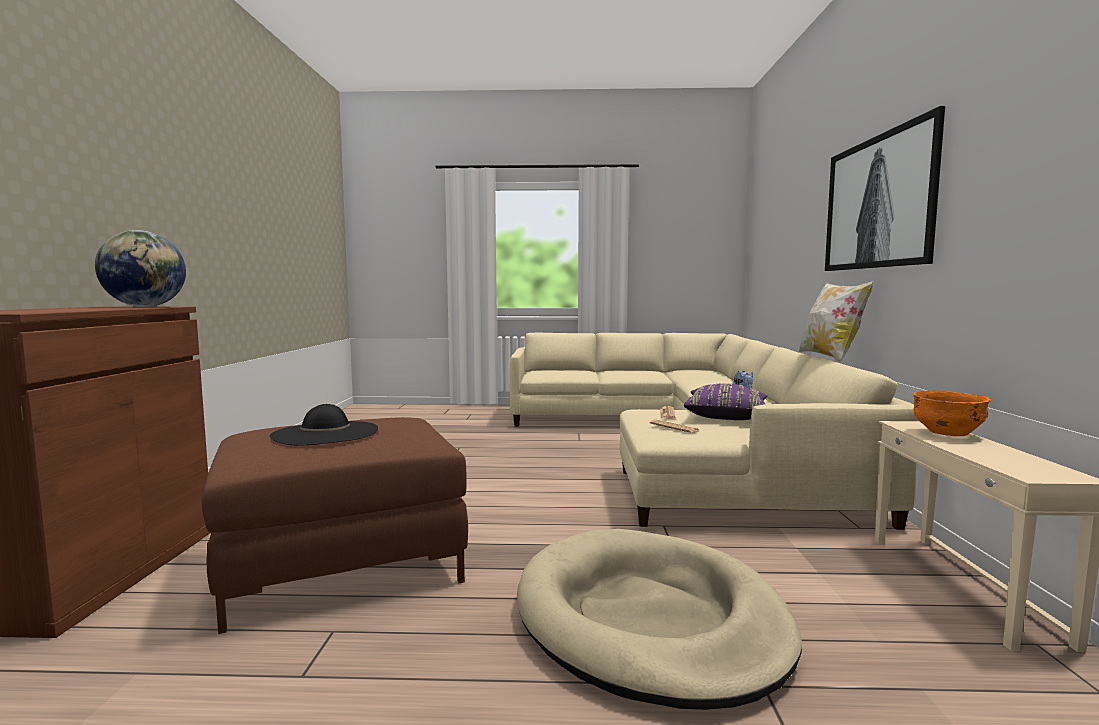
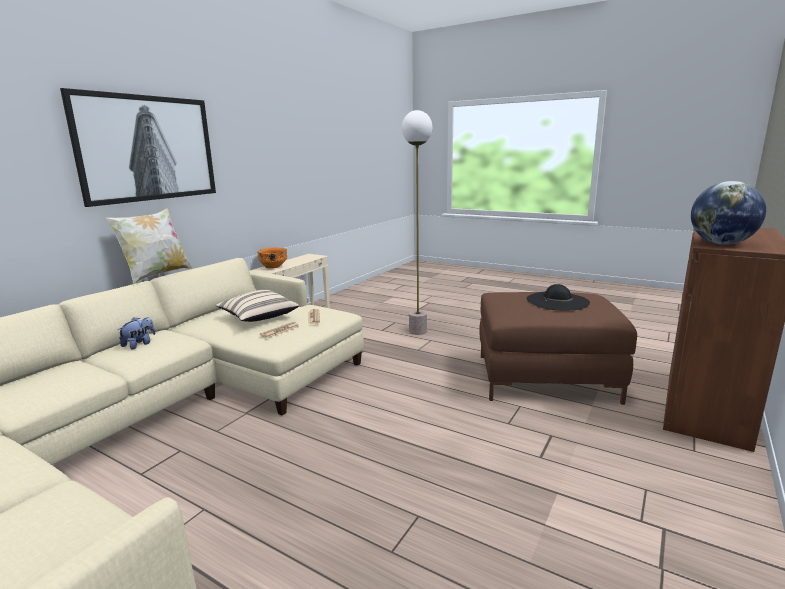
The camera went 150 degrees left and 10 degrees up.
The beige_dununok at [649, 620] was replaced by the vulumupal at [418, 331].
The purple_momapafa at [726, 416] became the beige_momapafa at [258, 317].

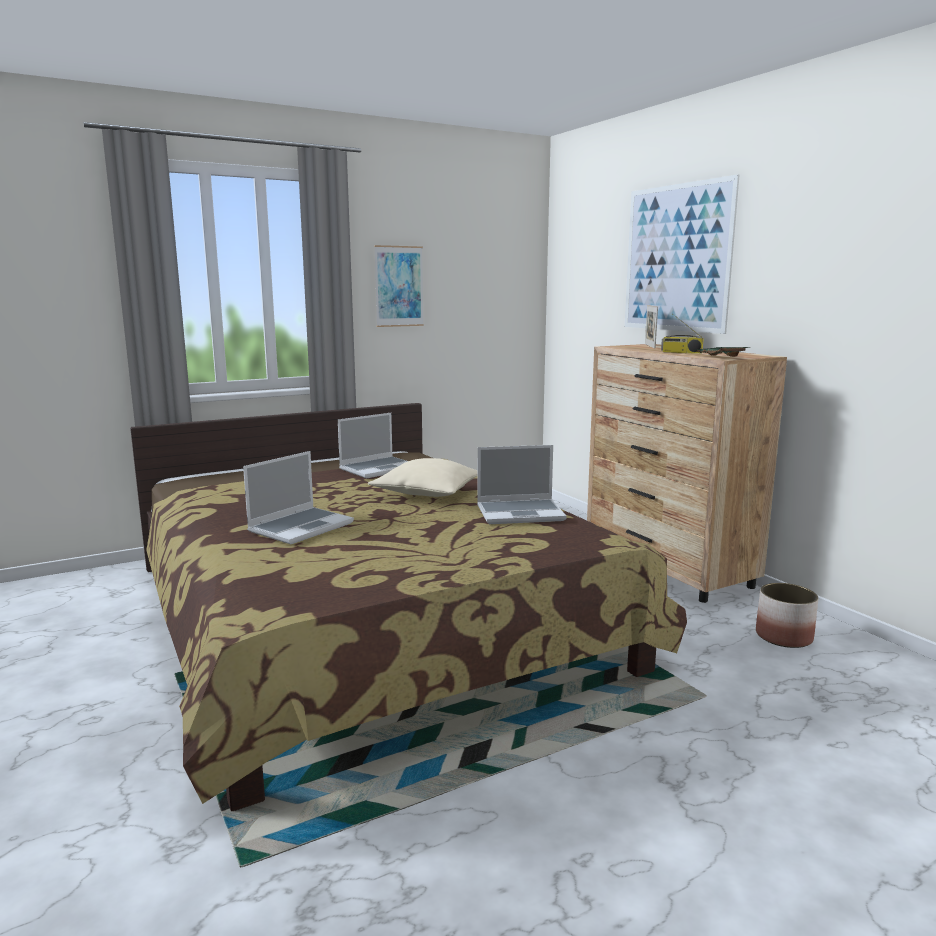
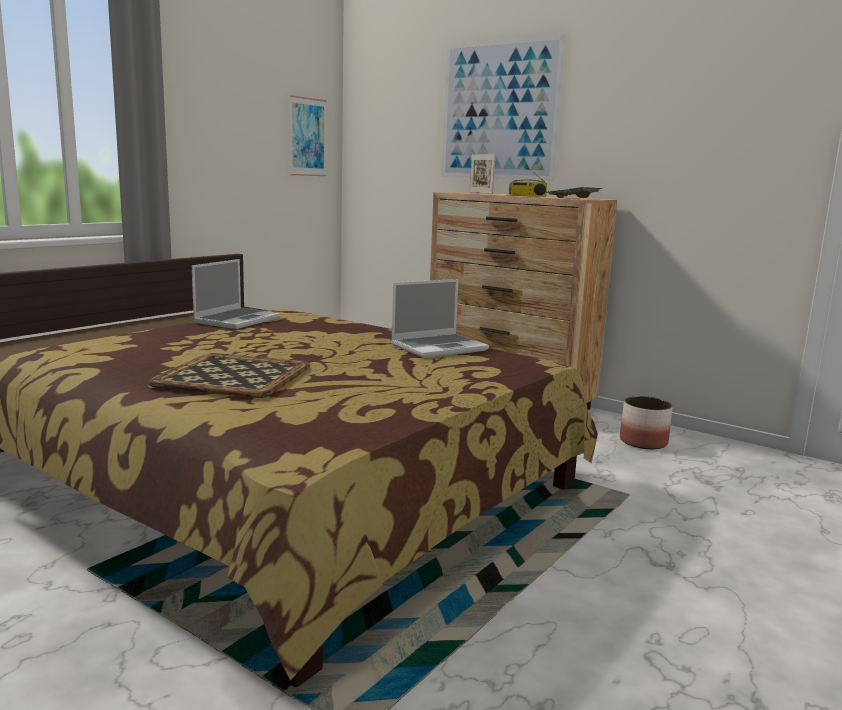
The camera went 25 degrees left and 0 degrees up.
The beige_momapafa at [427, 493] disappeared.
The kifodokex moved from [399, 286] to [307, 137].
The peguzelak at [301, 527] was replaced by the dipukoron at [233, 375].

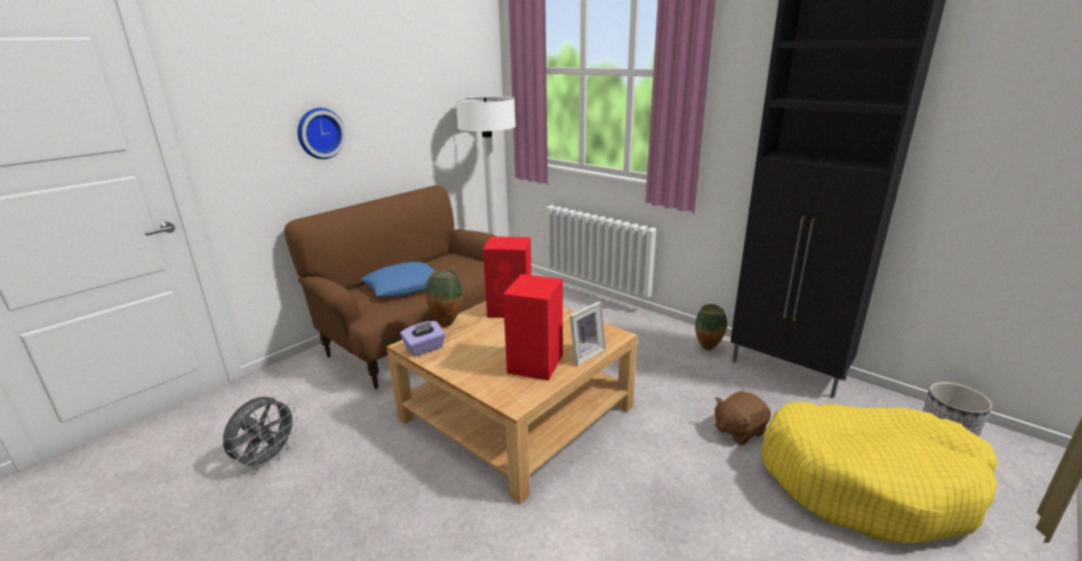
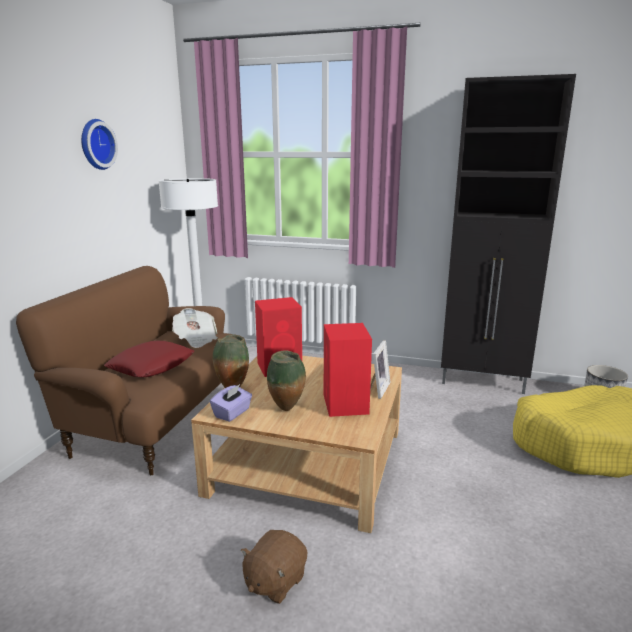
The camera went 25 degrees left and 5 degrees down.
The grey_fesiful at [267, 459] disappeared.
The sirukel at [196, 339] appeared.
The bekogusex moved from [319, 133] to [95, 144].
The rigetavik moved from [708, 349] to [287, 409].
The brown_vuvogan moved from [738, 430] to [274, 581].
The blue_momapafa at [404, 286] became the red_momapafa at [151, 365].

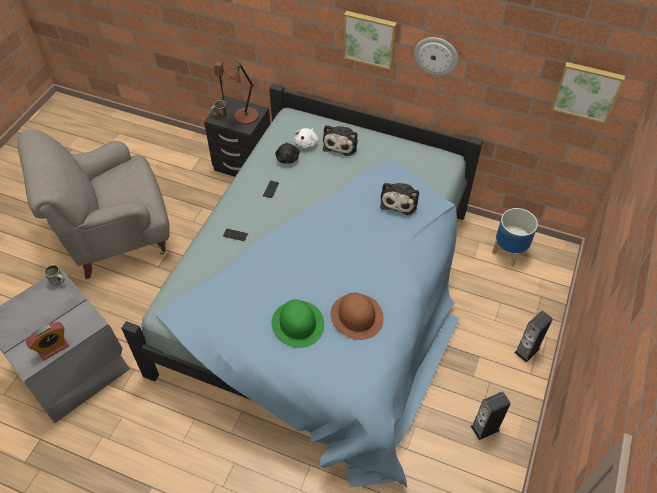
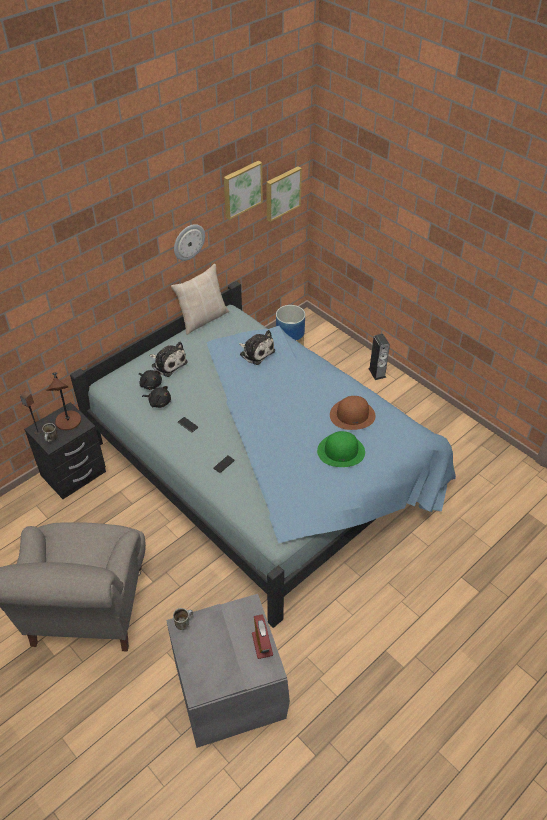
The camera went 65 degrees left and 5 degrees down.
The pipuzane at [485, 428] disappeared.
The beige_momapafa at [203, 319] appeared.
The kifodokex moved from [370, 39] to [241, 189].
The white_vuvogan at [307, 143] became the black_vuvogan at [150, 384].

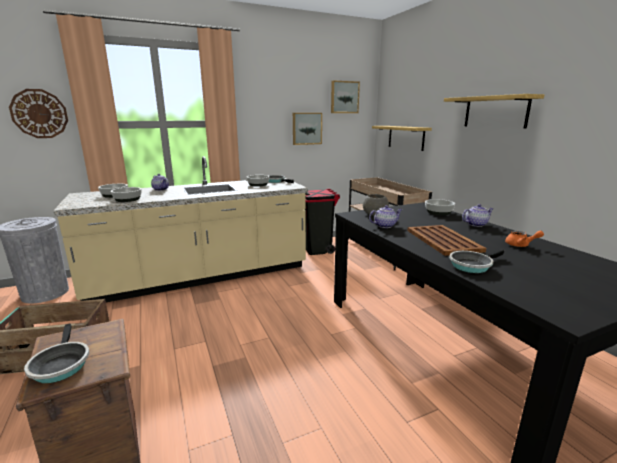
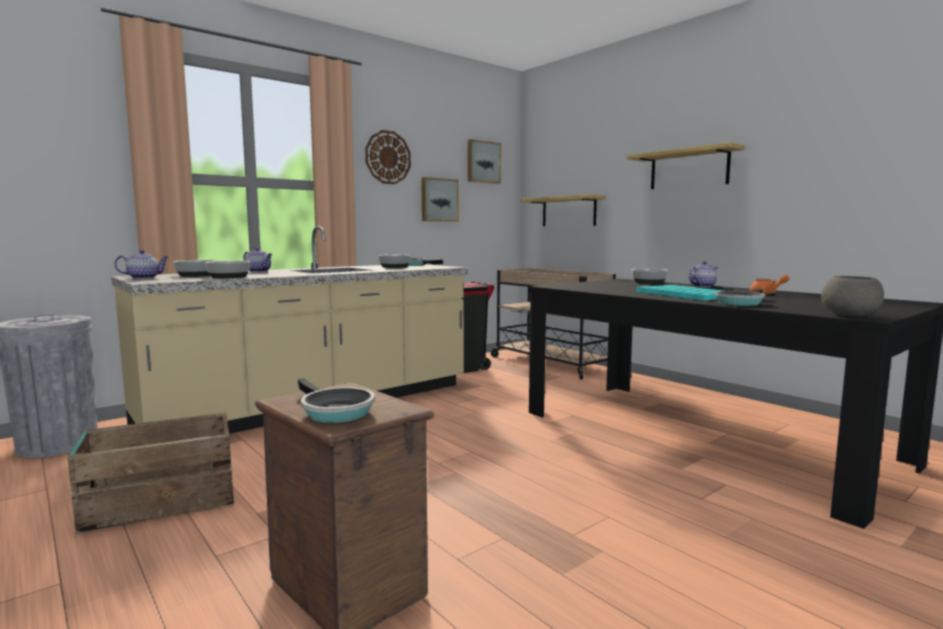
The camera went 15 degrees left and 10 degrees down.
The bekogusex moved from [39, 114] to [388, 157].
The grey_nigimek moved from [374, 214] to [850, 315].
The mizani moved from [384, 225] to [144, 278].
The brown_dipukoron at [443, 240] became the turquoise_dipukoron at [685, 294].

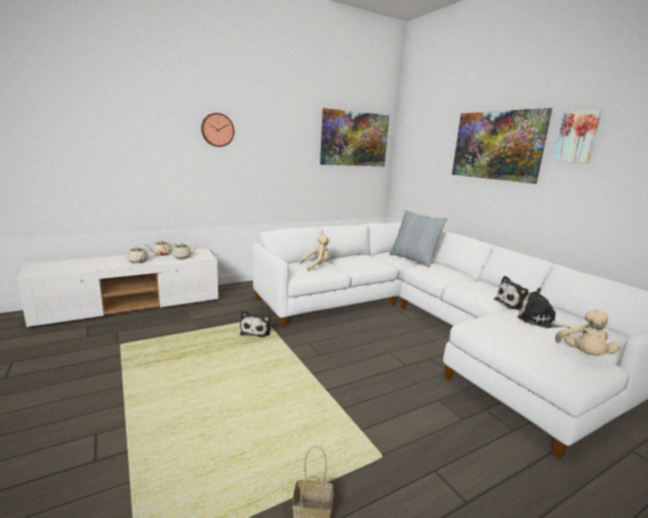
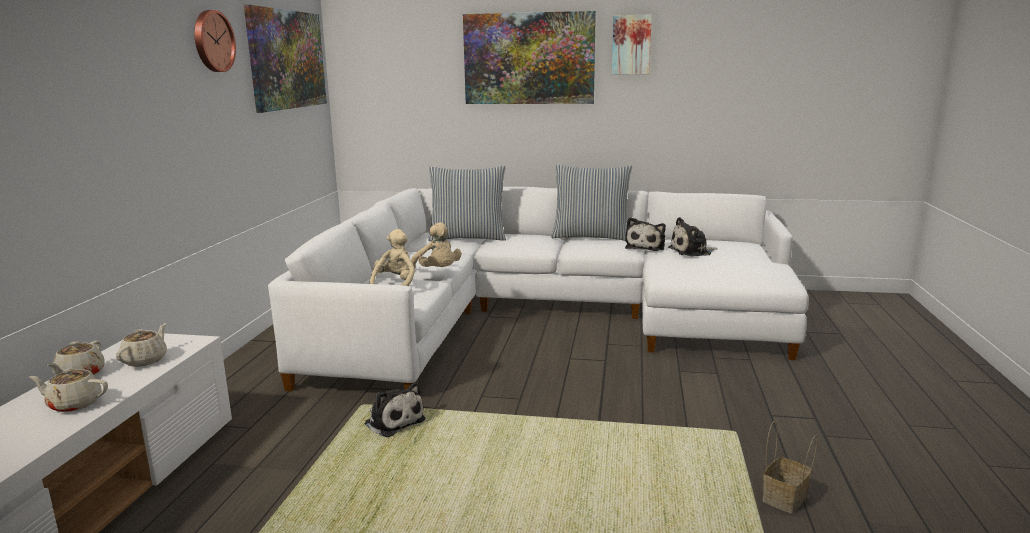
The camera went 50 degrees left and 0 degrees up.
The momapafa at [590, 237] appeared.
The bekogusex moved from [217, 130] to [212, 41].
The beige_vuvogan moved from [583, 355] to [438, 271].

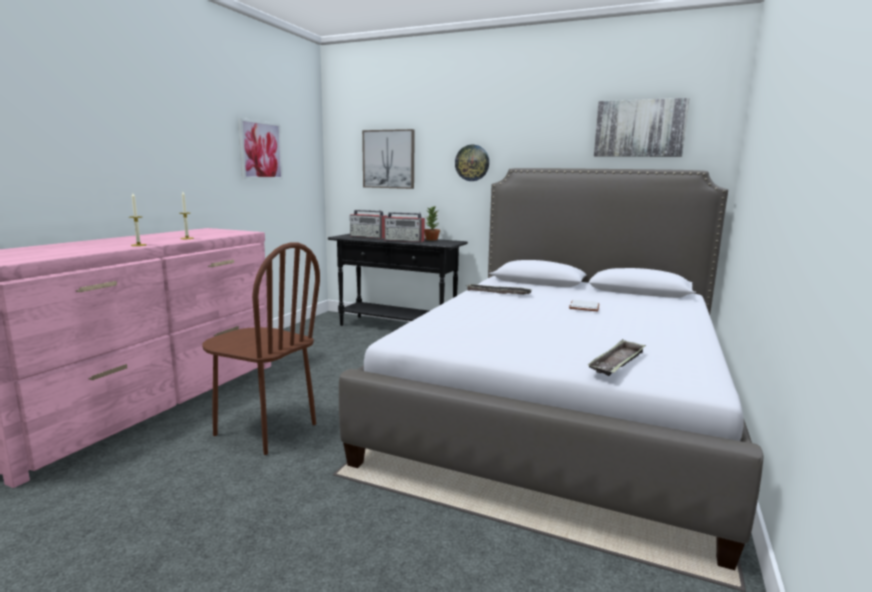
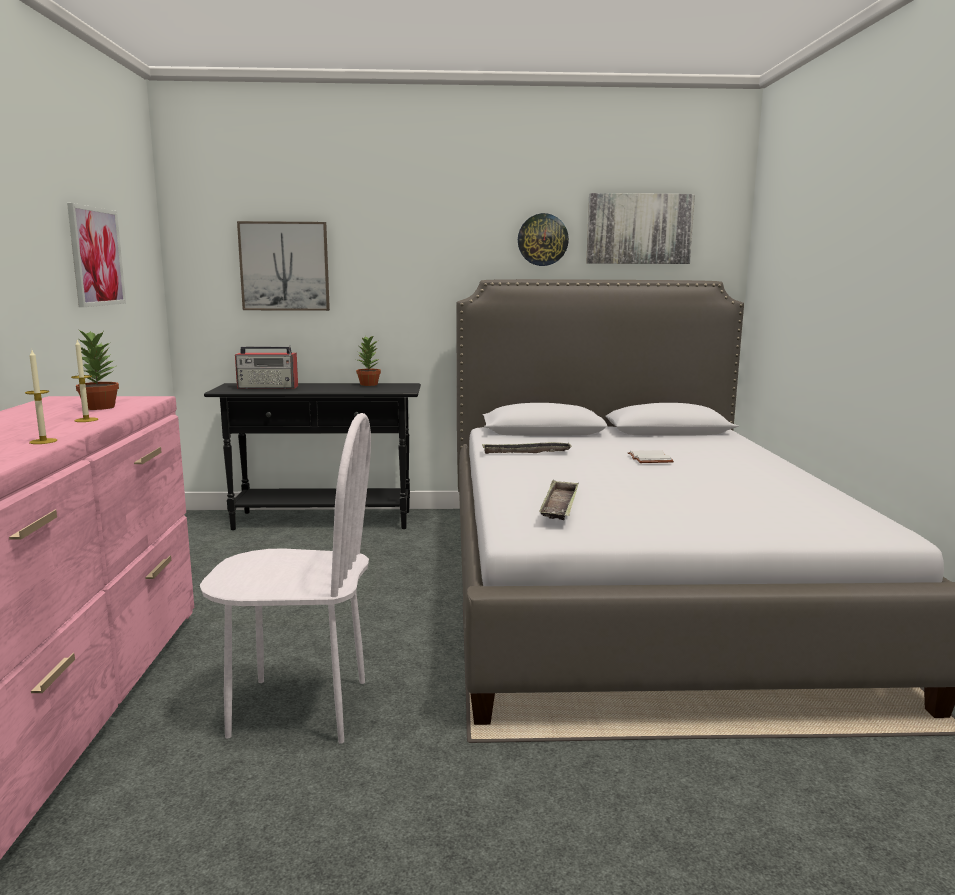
The camera went 25 degrees left and 0 degrees up.
The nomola at [404, 240] disappeared.
The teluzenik at [99, 407] appeared.
The bekogusex moved from [472, 163] to [542, 240].
The dipukoron moved from [617, 363] to [560, 506].
The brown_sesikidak at [265, 430] became the white_sesikidak at [299, 708].

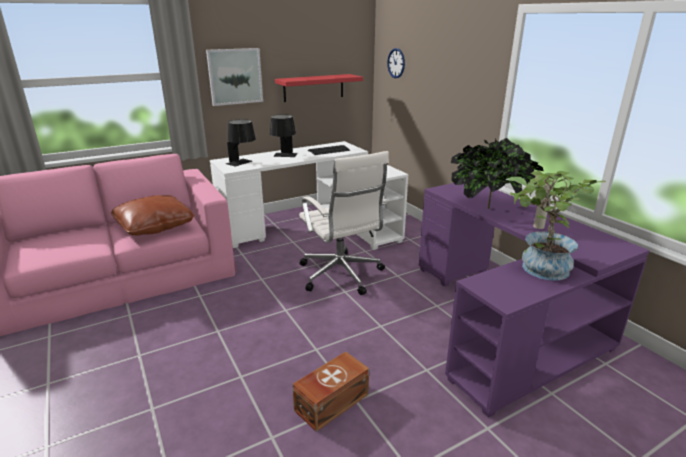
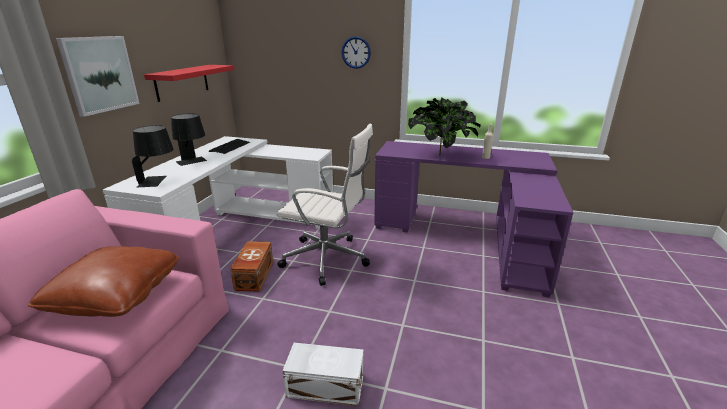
The camera went 45 degrees left and 0 degrees up.
The teluzenik at [539, 270] disappeared.
The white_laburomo at [324, 385] appeared.
The brown_laburomo moved from [330, 402] to [253, 276].
The bekogusex moved from [396, 63] to [356, 52].

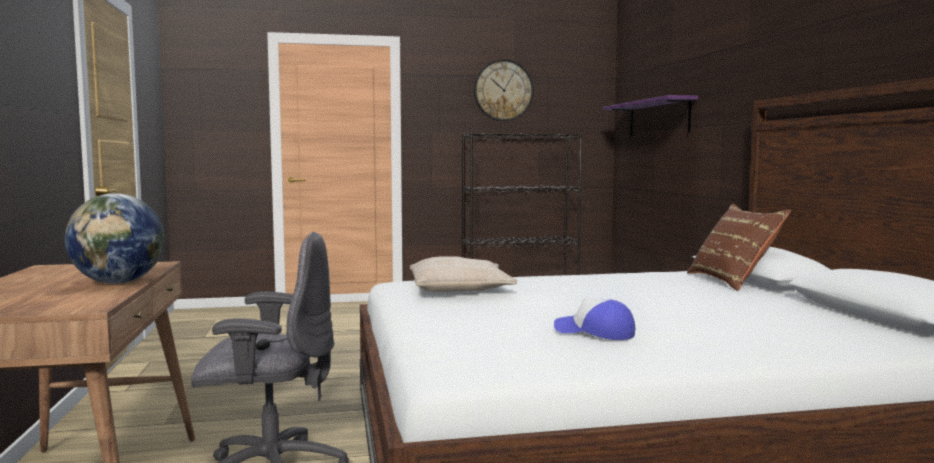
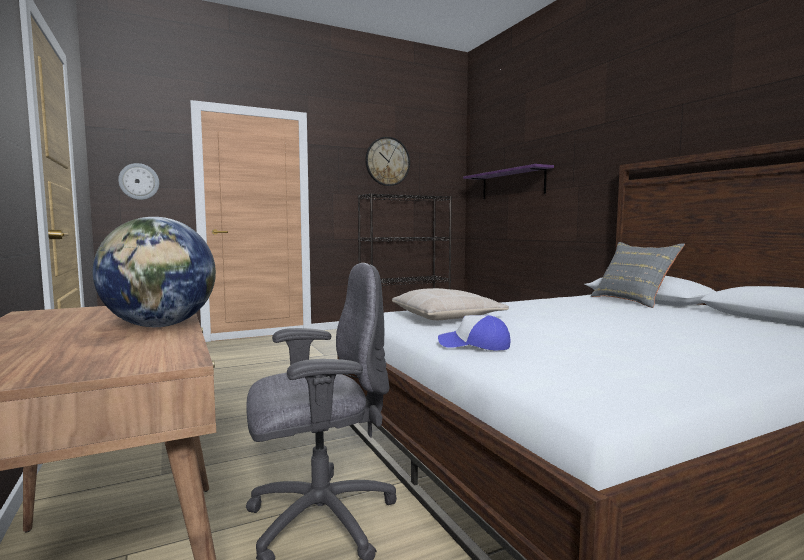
The camera went 15 degrees left and 0 degrees up.
The bekogusex at [139, 181] appeared.
The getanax moved from [595, 332] to [474, 345].
The brown_momapafa at [733, 281] became the grey_momapafa at [632, 301].

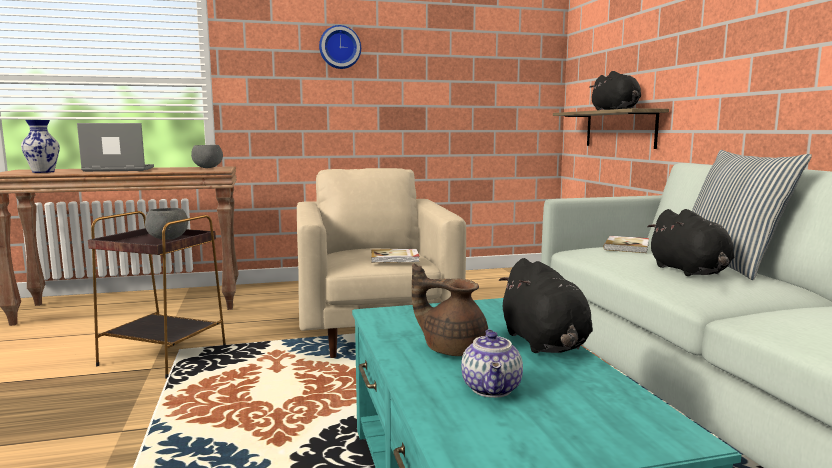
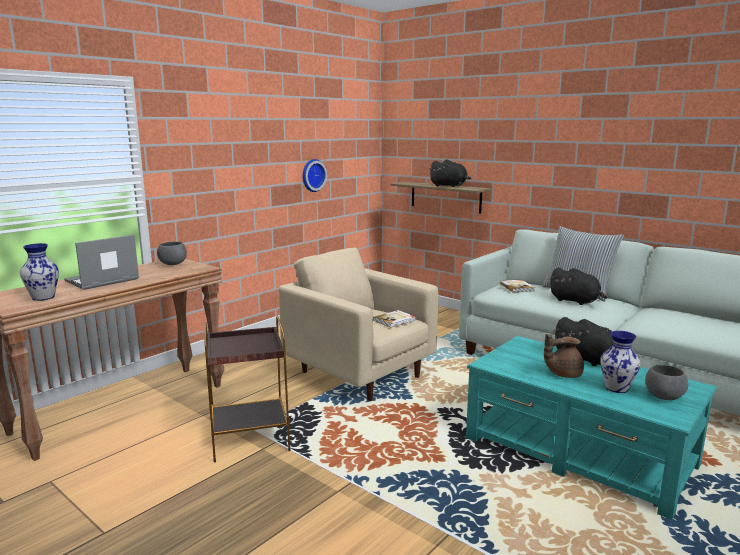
The camera went 35 degrees left and 5 degrees up.
The grey_nigimek moved from [168, 239] to [664, 397].
The bekogusex moved from [339, 47] to [312, 175].
The mizani at [493, 389] was replaced by the rigetavik at [616, 388].

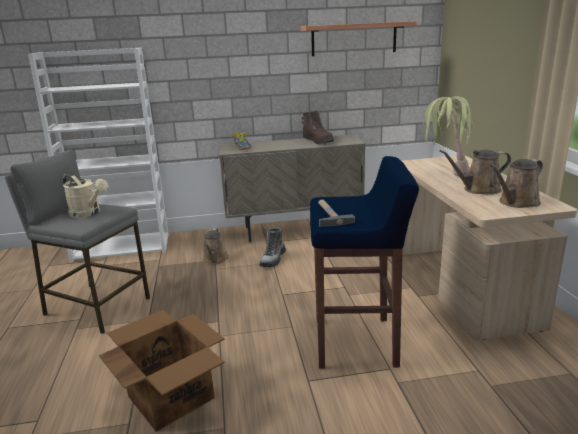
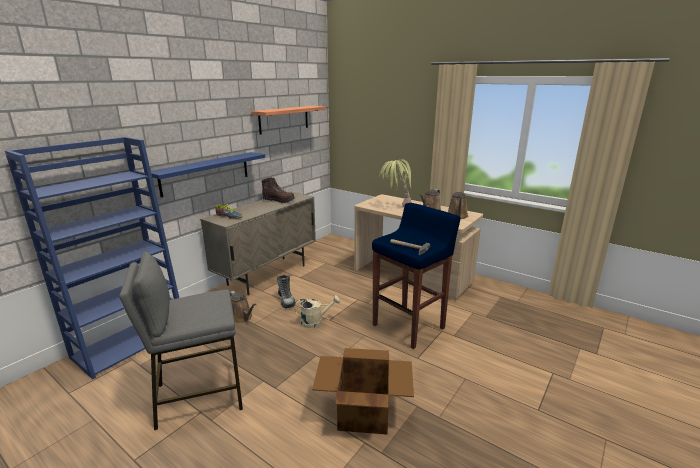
The camera went 45 degrees left and 0 degrees up.
The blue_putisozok at [206, 173] appeared.
The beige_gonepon moved from [88, 213] to [315, 321].
The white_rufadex at [123, 247] became the blue_rufadex at [131, 342].

